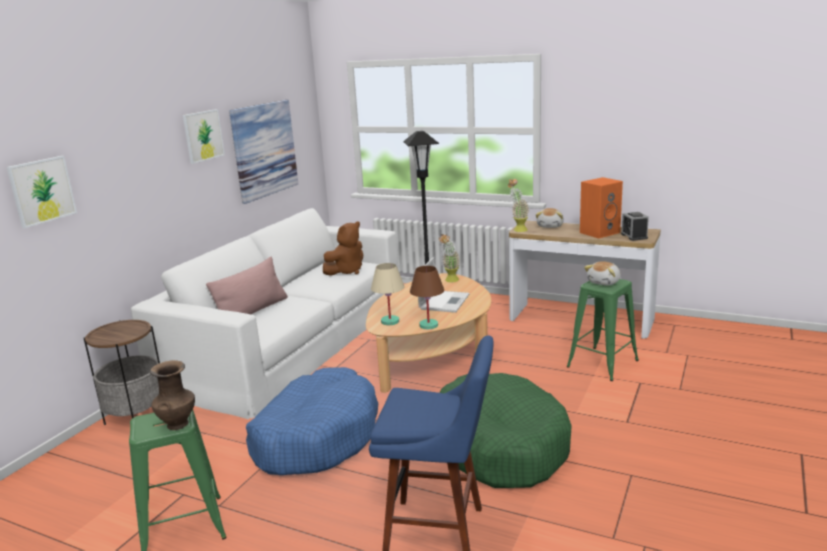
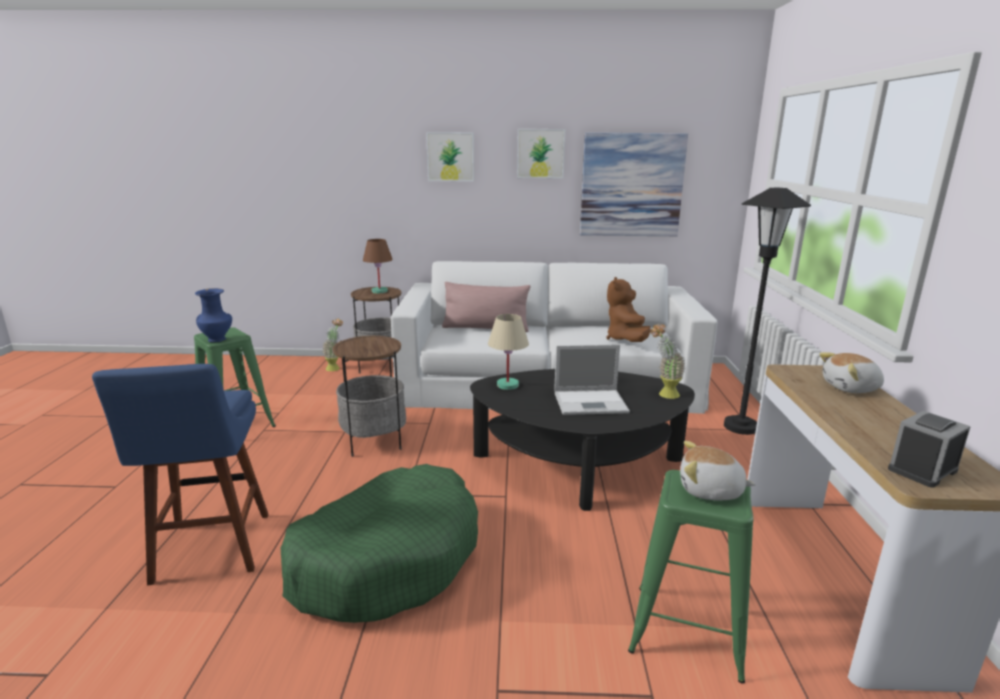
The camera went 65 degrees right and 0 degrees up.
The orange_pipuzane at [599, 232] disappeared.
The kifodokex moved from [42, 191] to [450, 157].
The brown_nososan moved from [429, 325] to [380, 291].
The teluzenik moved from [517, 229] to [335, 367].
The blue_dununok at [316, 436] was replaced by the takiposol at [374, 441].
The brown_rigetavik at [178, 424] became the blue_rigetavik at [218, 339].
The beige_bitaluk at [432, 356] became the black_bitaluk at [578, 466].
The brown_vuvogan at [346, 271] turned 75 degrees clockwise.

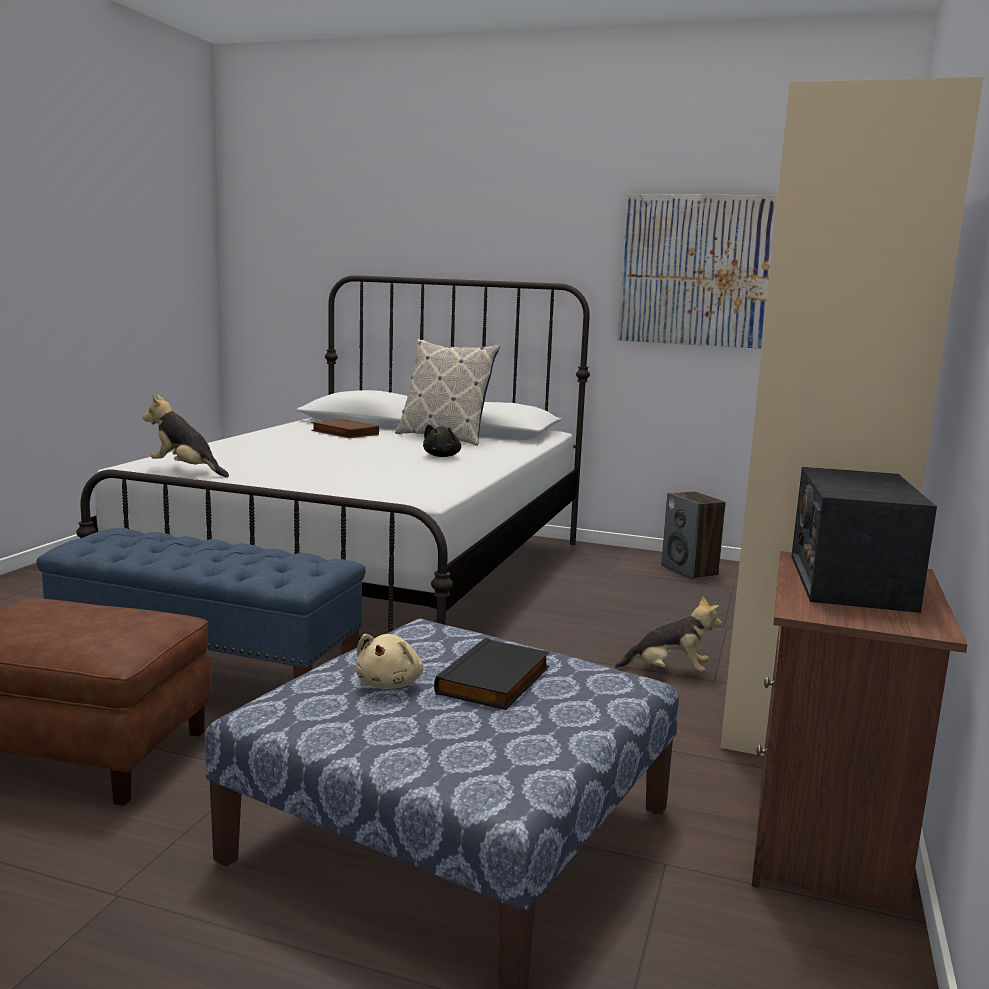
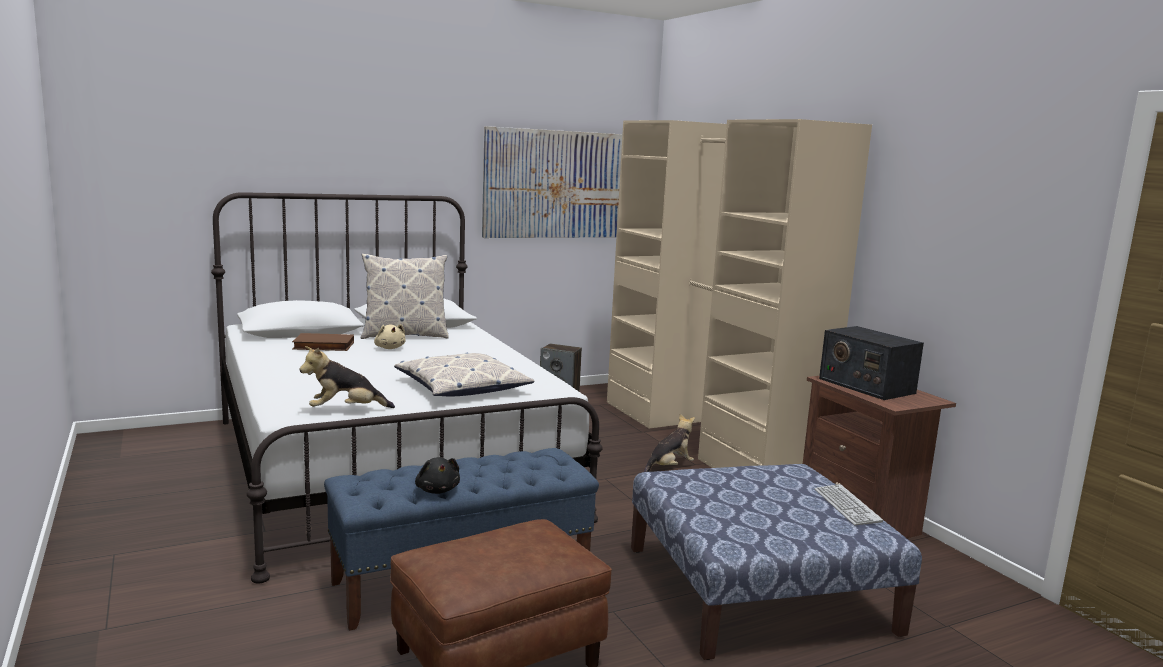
The camera went 45 degrees left and 0 degrees up.
The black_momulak at [496, 681] disappeared.
The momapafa at [462, 387] appeared.
The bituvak at [847, 506] appeared.
The beige_vuvogan moved from [390, 684] to [390, 348].
The black_vuvogan moved from [442, 456] to [437, 490].

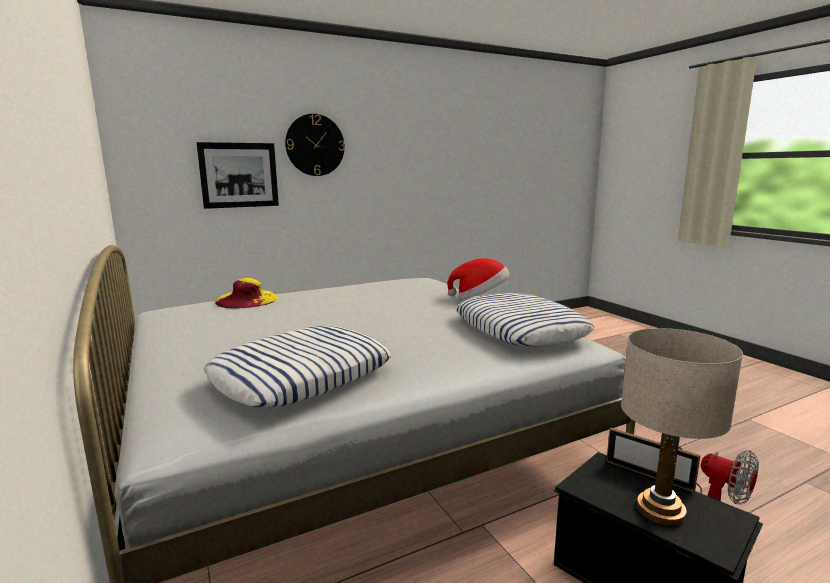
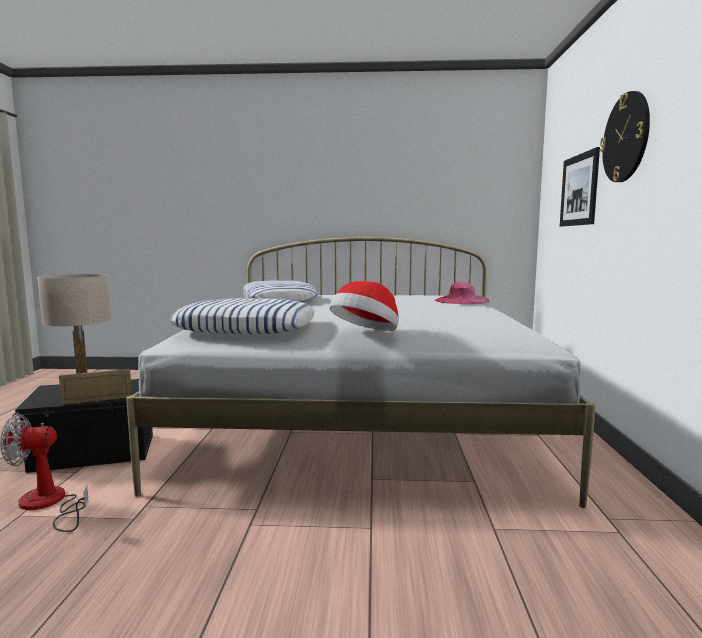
The camera went 120 degrees right and 5 degrees down.
The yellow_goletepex at [247, 299] became the pink_goletepex at [461, 300].

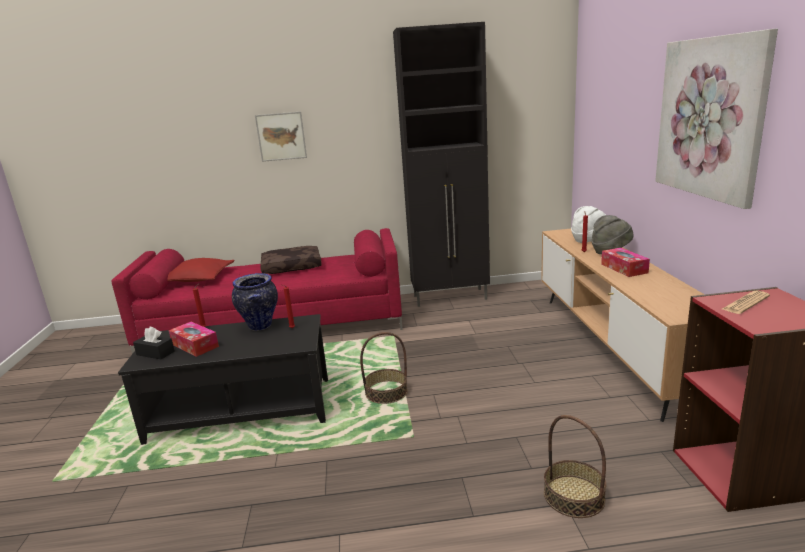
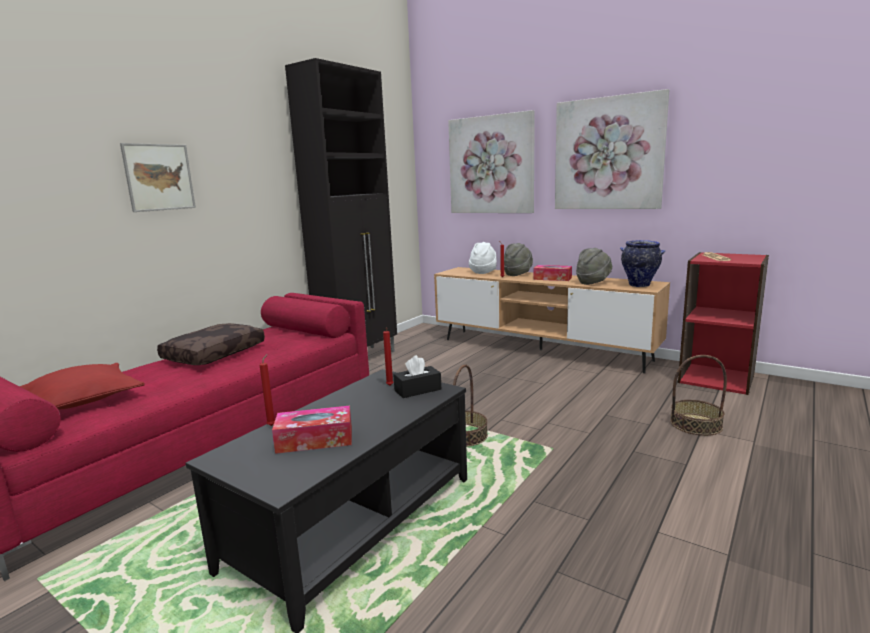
The camera went 50 degrees left and 5 degrees down.
The kifodokex at [491, 165] appeared.
The grey_goletepex at [593, 282] appeared.
The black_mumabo moved from [155, 353] to [417, 390].
The rigetavik moved from [260, 326] to [640, 285].

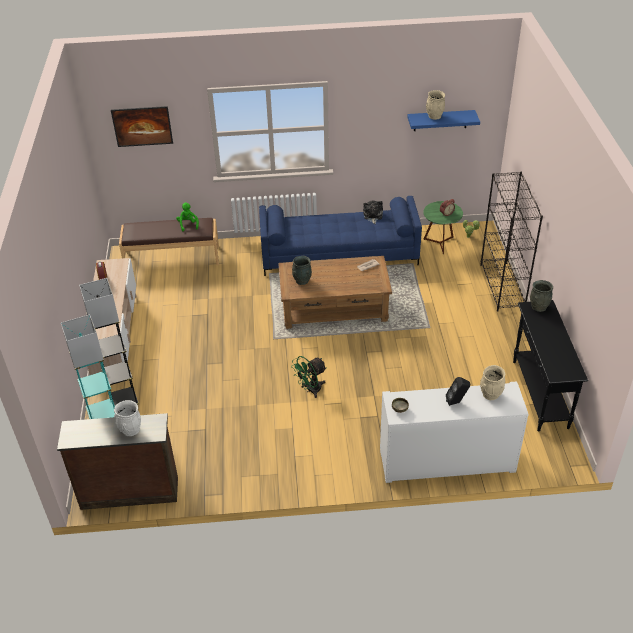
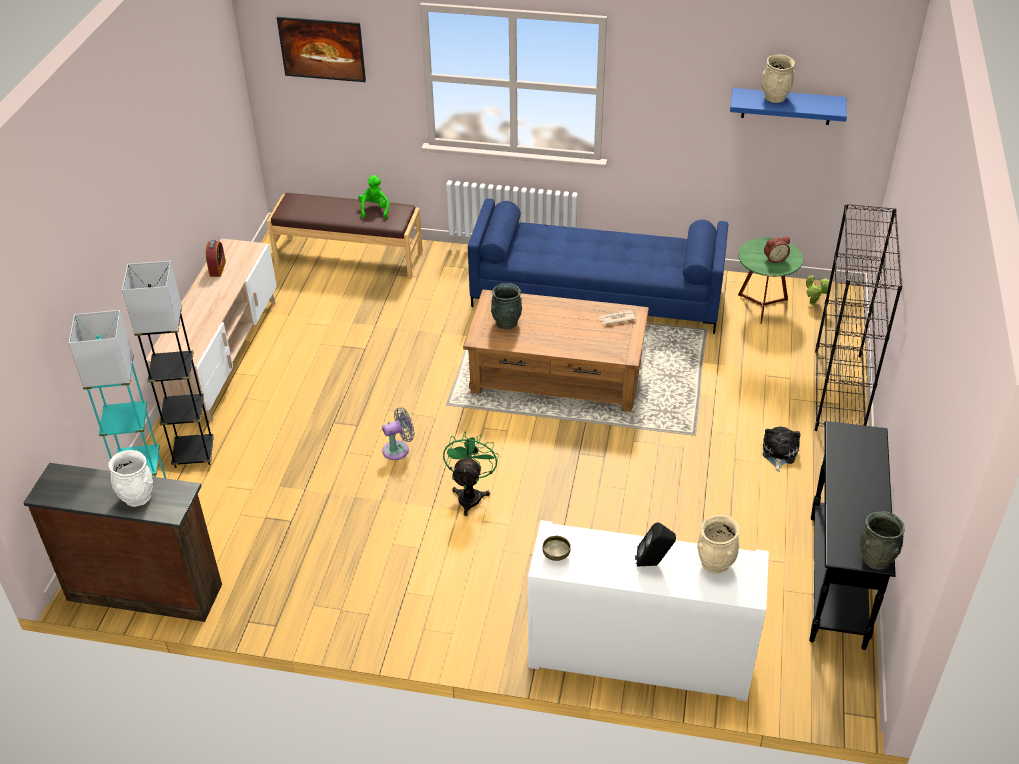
The camera went 15 degrees right and 0 degrees up.
The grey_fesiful at [398, 449] appeared.
The vuvogan moved from [372, 216] to [778, 453].
The grey_rigetavik moved from [539, 307] to [876, 559].
The green_fesiful at [310, 390] turned 120 degrees clockwise.

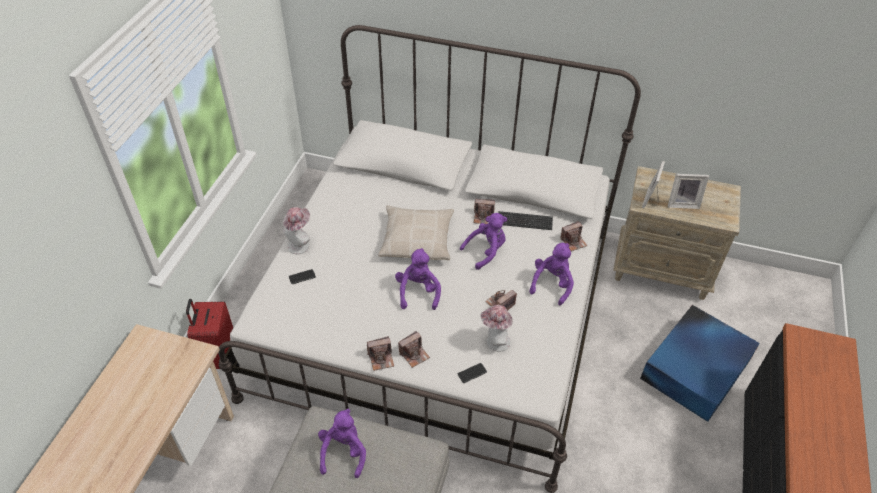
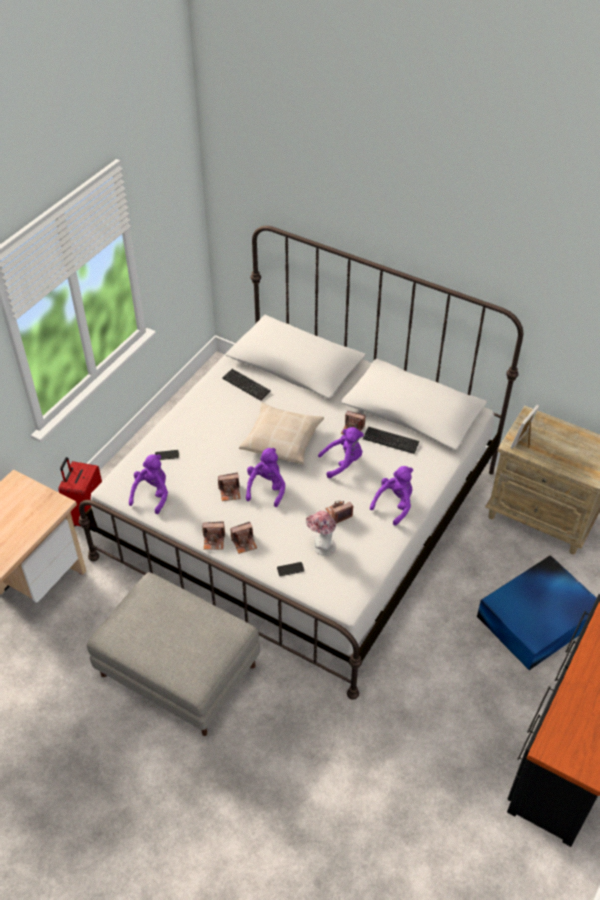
The camera went 15 degrees right and 0 degrees up.
The goletepex at [300, 244] disappeared.
The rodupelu at [682, 203] disappeared.
The bituvak at [246, 385] appeared.
The purple_vuvogan moved from [343, 452] to [152, 494].
The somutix moved from [573, 241] to [230, 492].

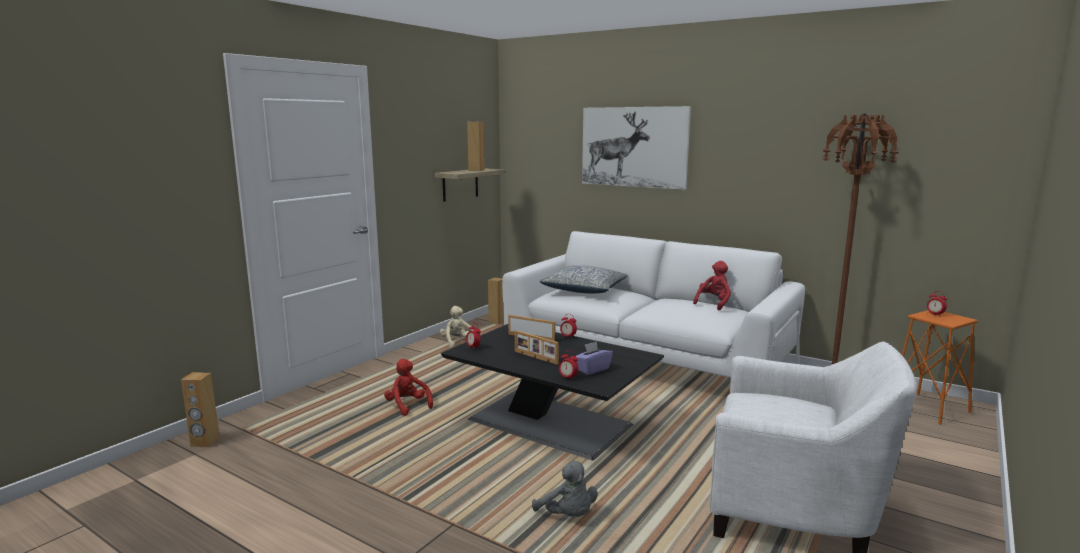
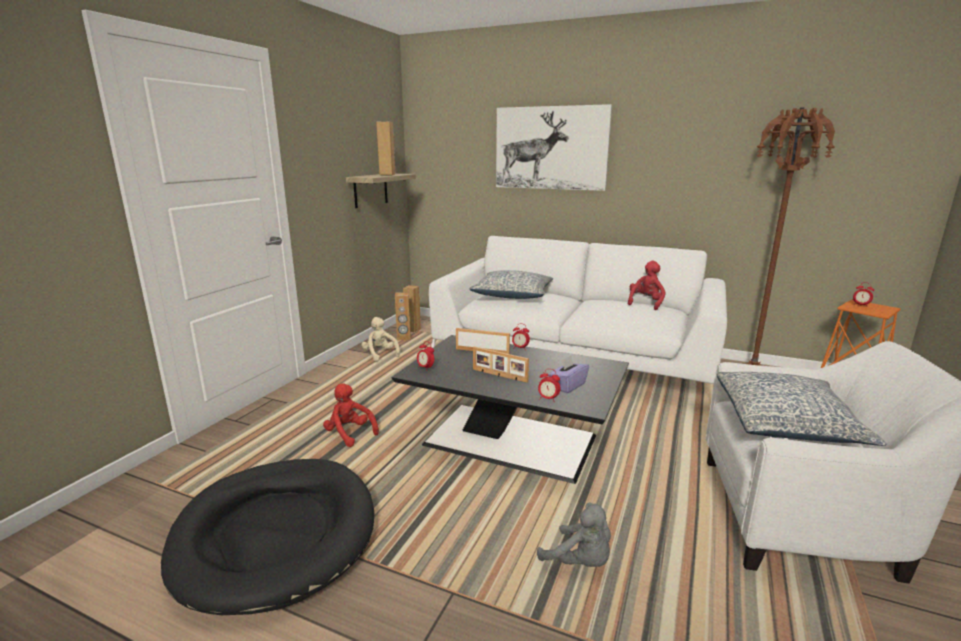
The camera went 10 degrees left and 5 degrees up.
The black_dununok at [276, 534] appeared.
The momapafa at [786, 423] appeared.
The brown_pipuzane moved from [205, 442] to [404, 338].

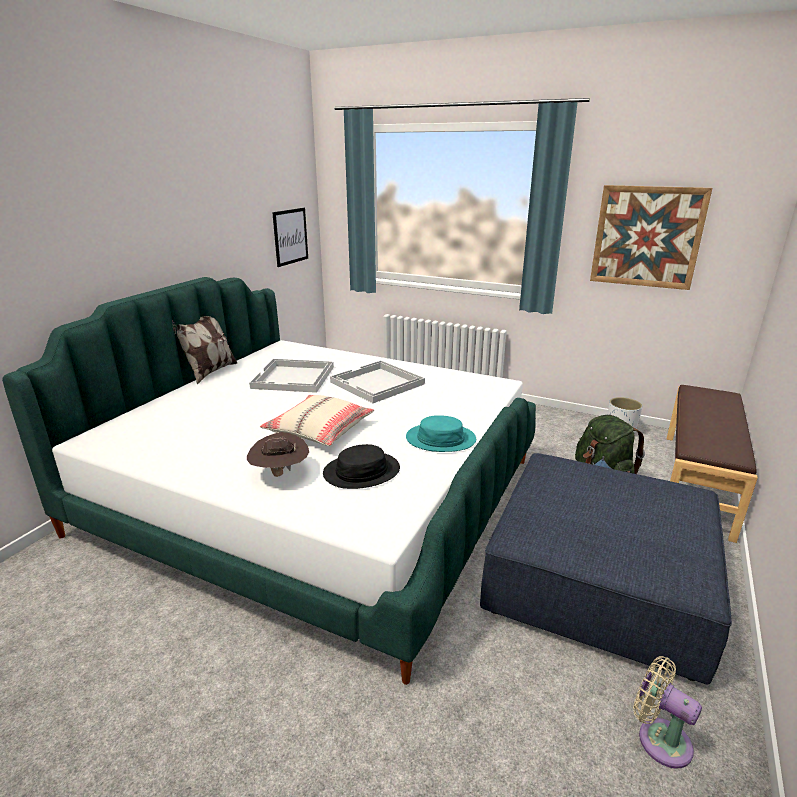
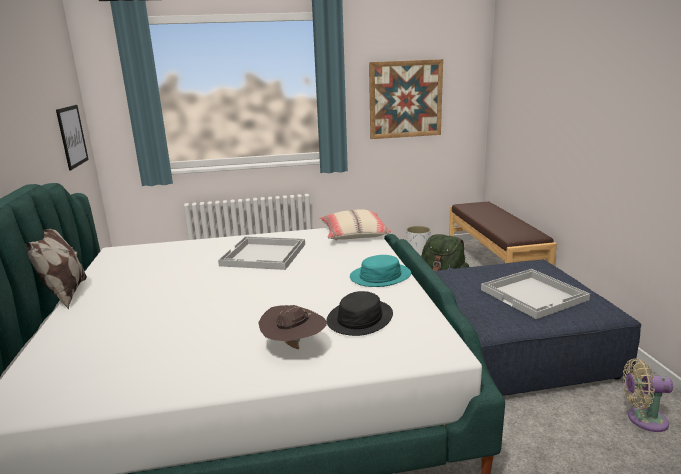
The camera went 35 degrees left and 5 degrees down.
The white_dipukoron moved from [294, 377] to [534, 295].
The beige_momapafa moved from [319, 429] to [354, 234].

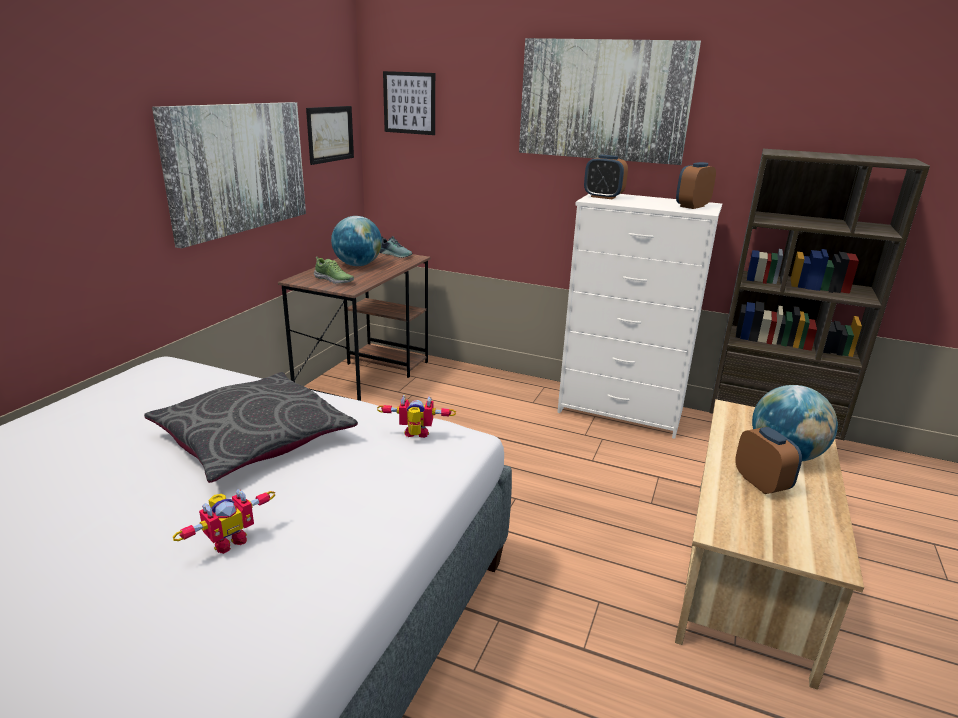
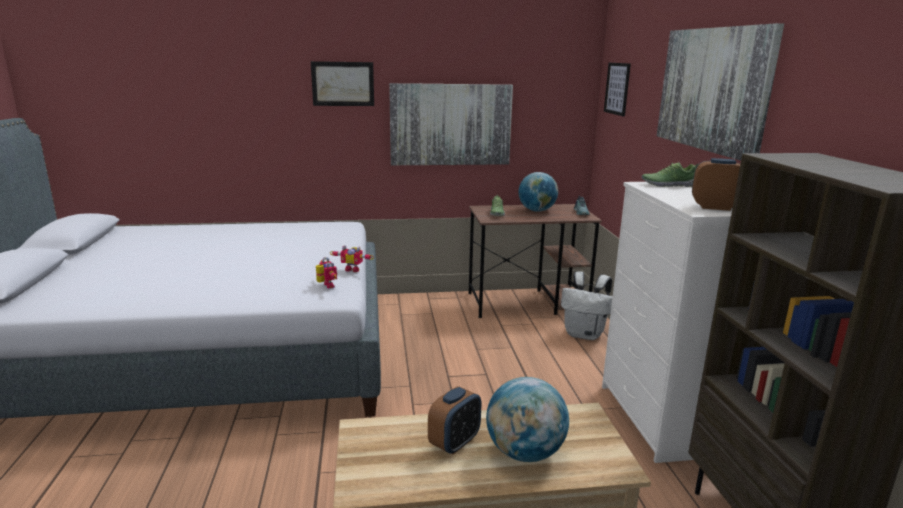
The camera went 60 degrees right and 5 degrees down.
The grey_momapafa at [254, 439] disappeared.
The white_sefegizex at [584, 334] appeared.
The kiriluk moved from [228, 541] to [353, 269].
The kifodokex moved from [330, 134] to [343, 84].
The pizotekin at [603, 197] was replaced by the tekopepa at [668, 185].

